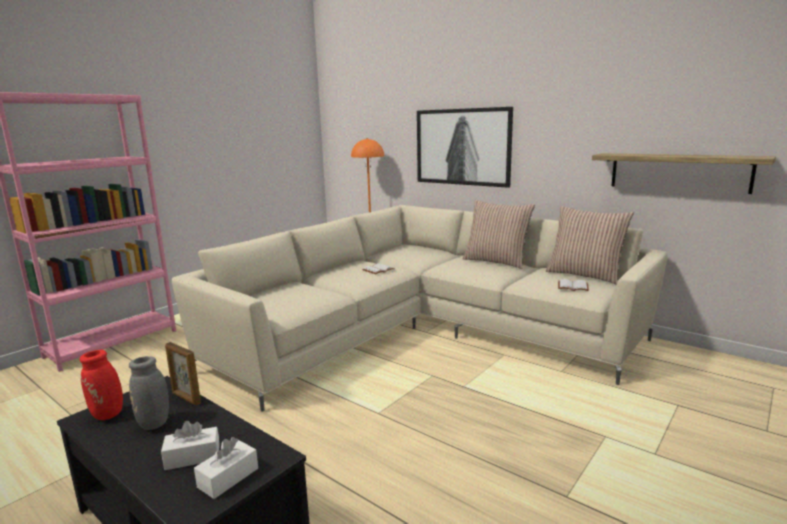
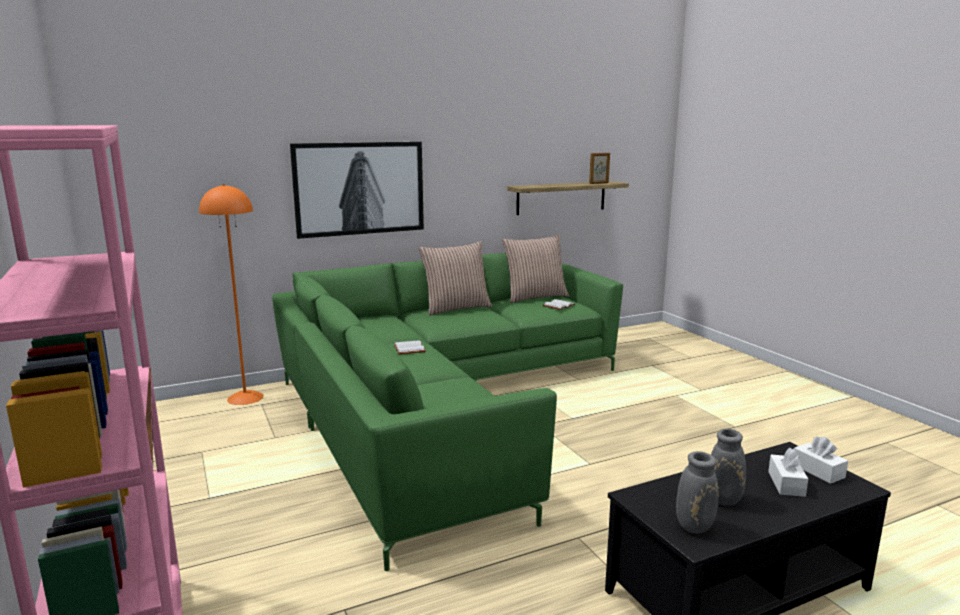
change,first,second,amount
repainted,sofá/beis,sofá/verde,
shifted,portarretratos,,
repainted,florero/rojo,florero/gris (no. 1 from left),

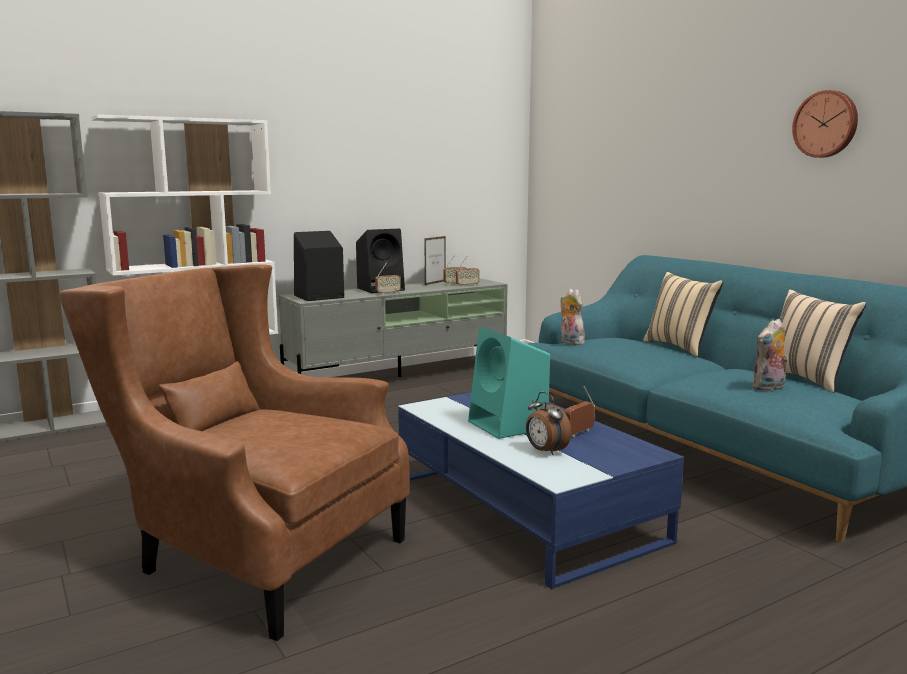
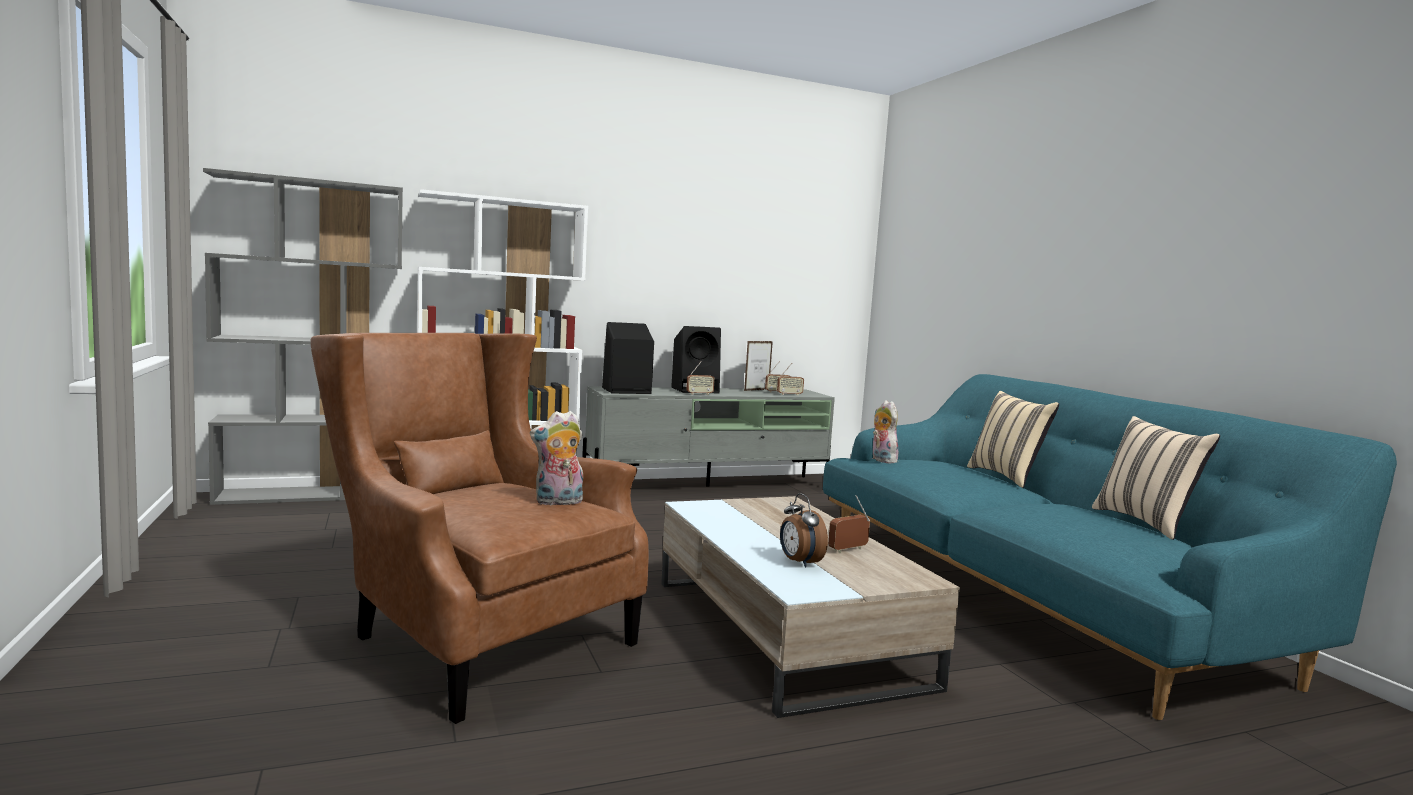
change,first,second,amount
shifted,peluche (no. 2 from left in the first image),peluche (no. 1 from left),
repainted,mesa de centro/azul,mesa de centro/beis,
gone,altavoz/turquesa,,
gone,reloj de pared,,

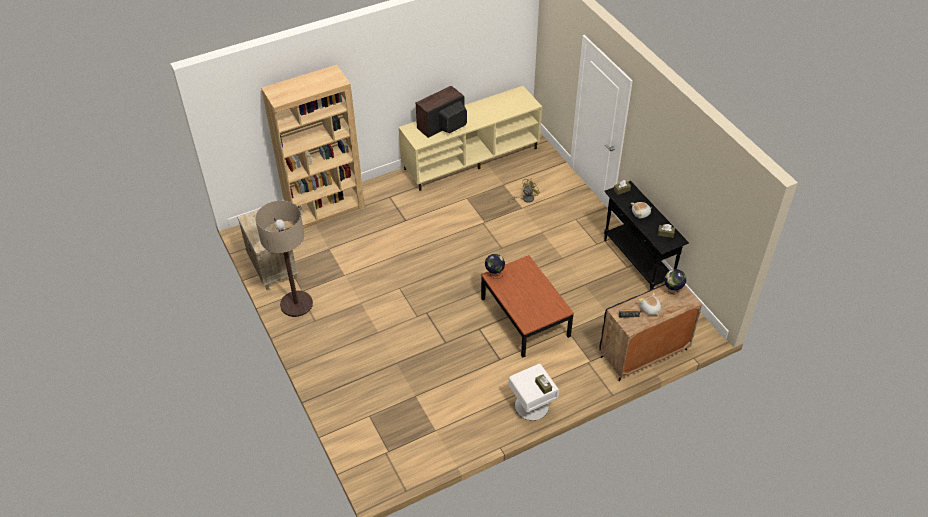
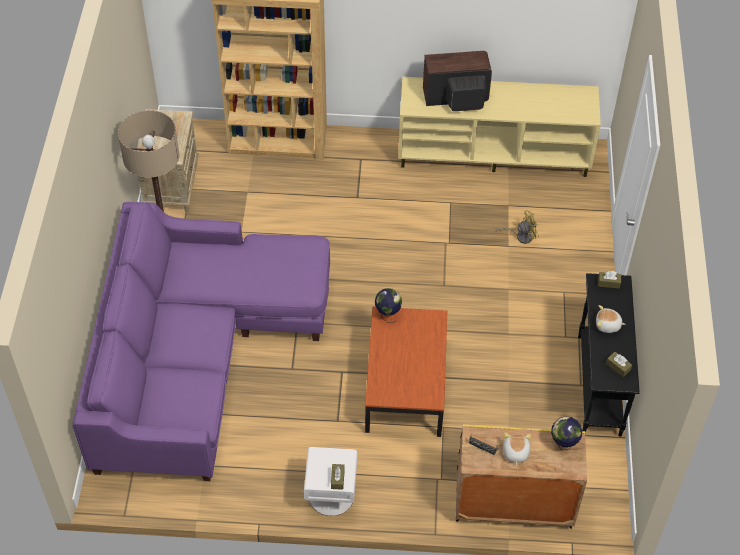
change,first,second,amount
new,,sofá/morado,
repainted,armario/negro,armario/amarillo,

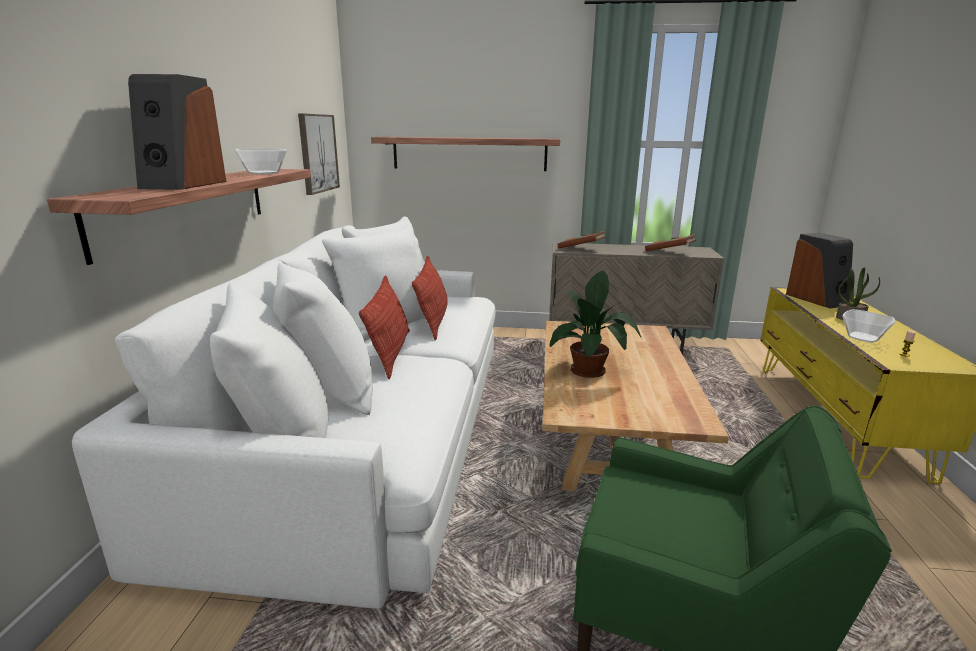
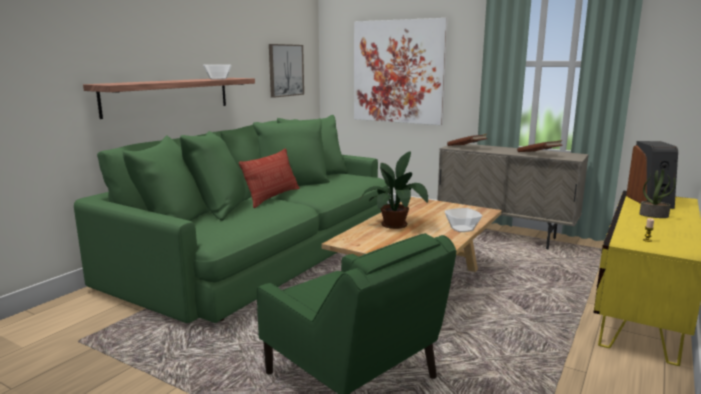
change,first,second,amount
repainted,sofá/blanco,sofá/verde,
swapped,estante (no. 2 from left),cuadro (no. 2 from left),
shifted,cuenco (no. 2 from left),,
gone,altavoz (no. 1 from left),,
gone,cojín (no. 2 from left),,

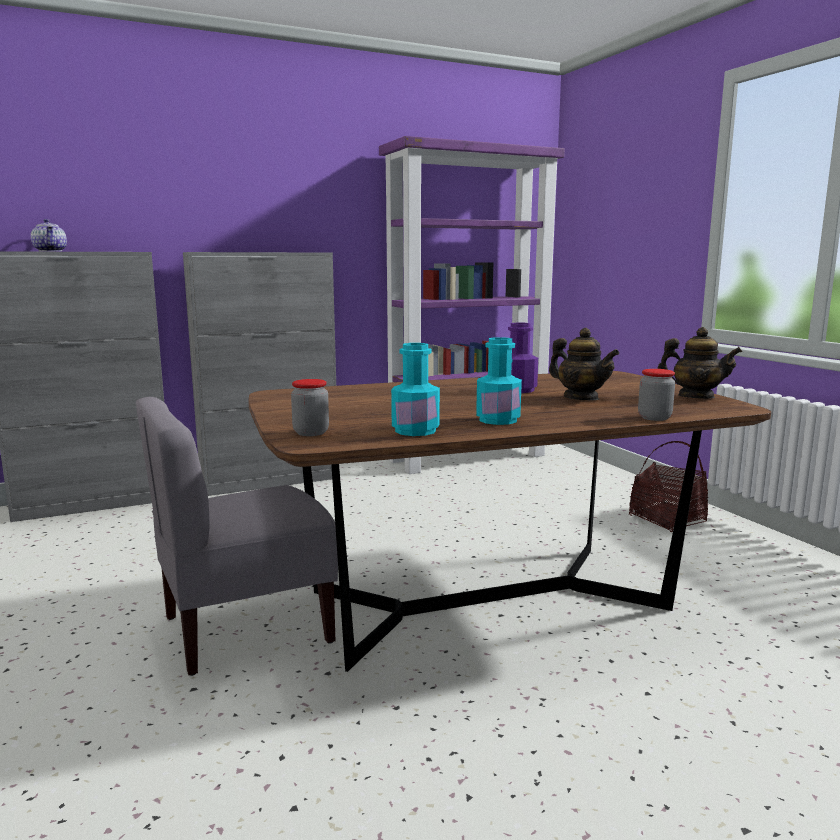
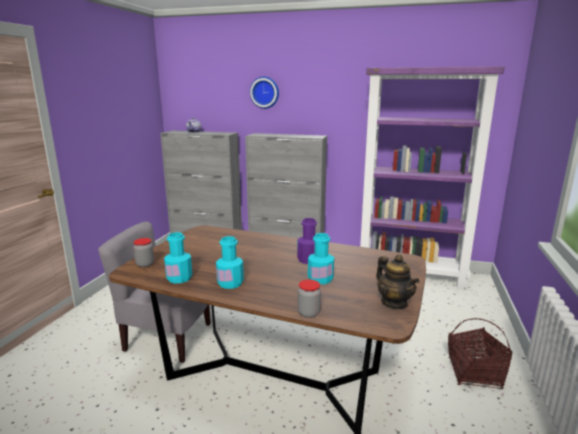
change,first,second,amount
new,,reloj de pared,
swapped,tetera (no. 2 from left),botella/turquesa (no. 3 from left),

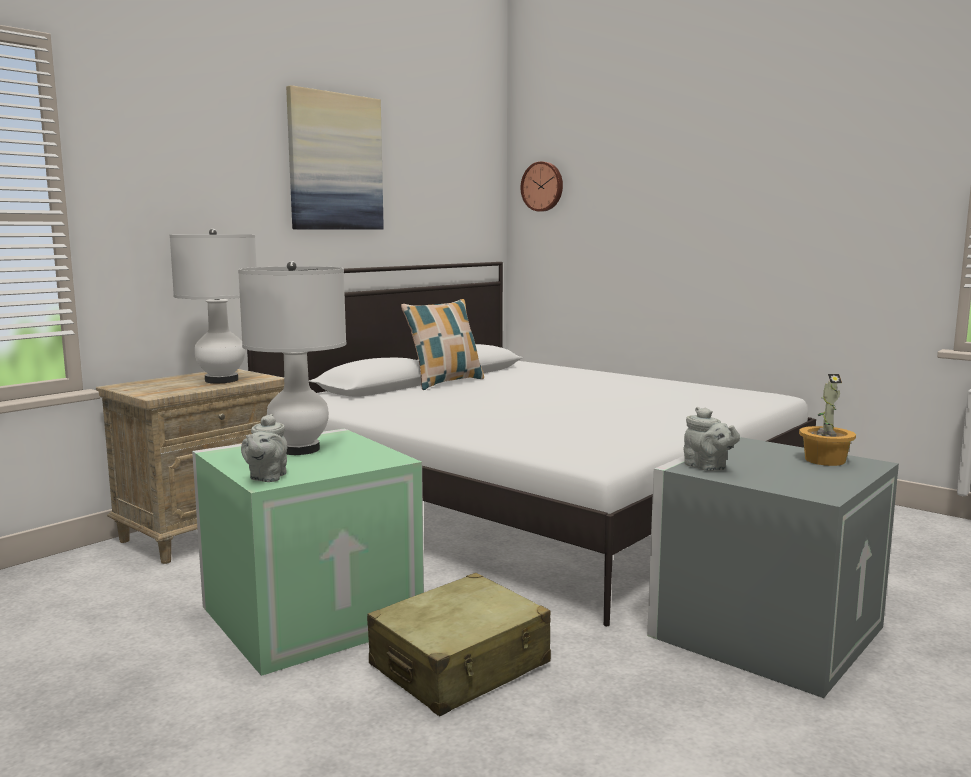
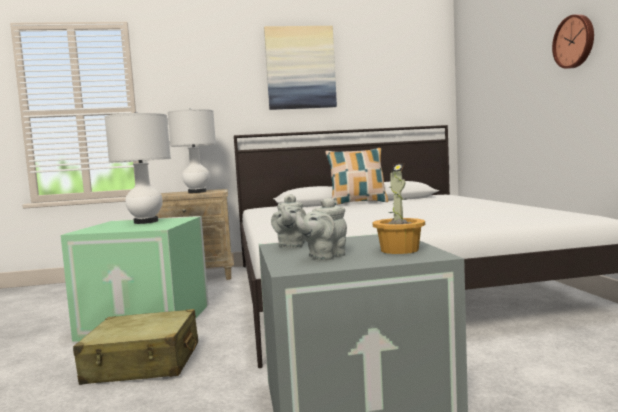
change,first,second,amount
shifted,tetera/gris (no. 1 from left in the first image),tetera/gris (no. 2 from left),
shifted,reloj de pared,,

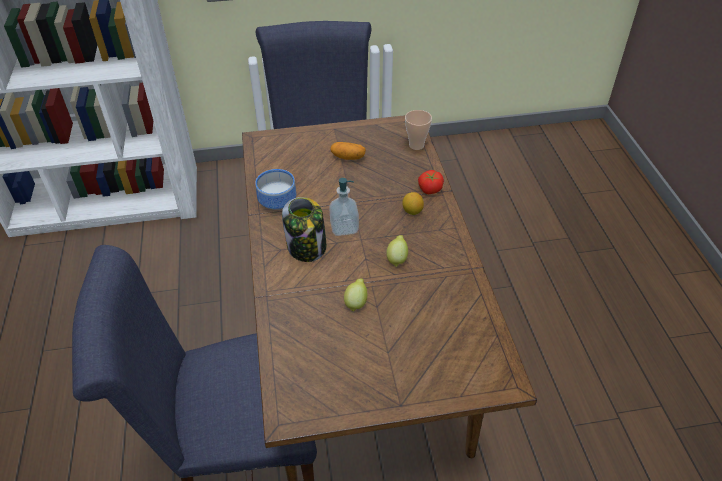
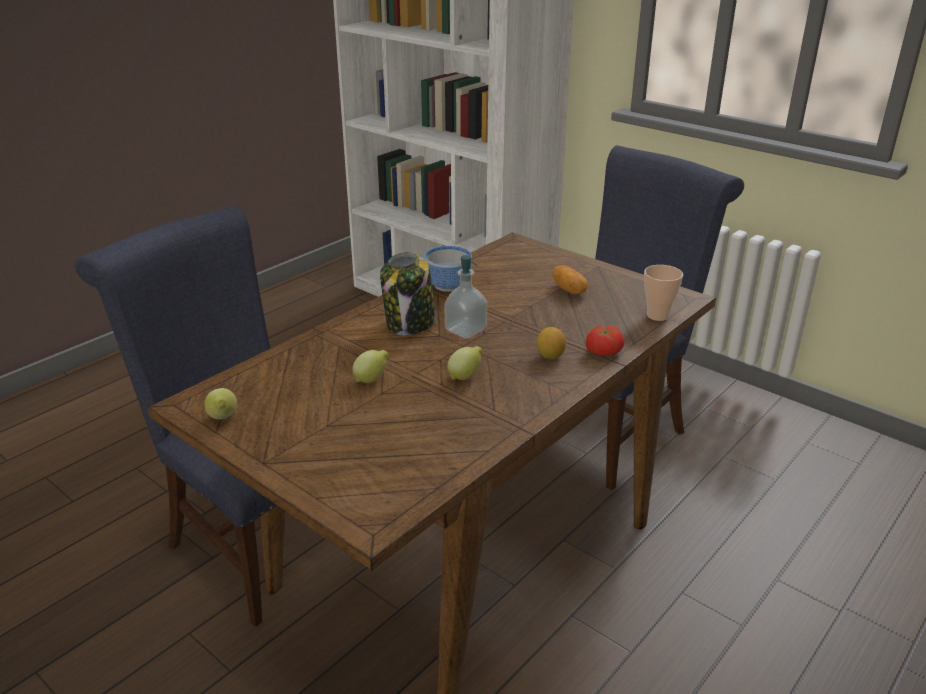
change,first,second,amount
new,,limón (no. 1 from left),

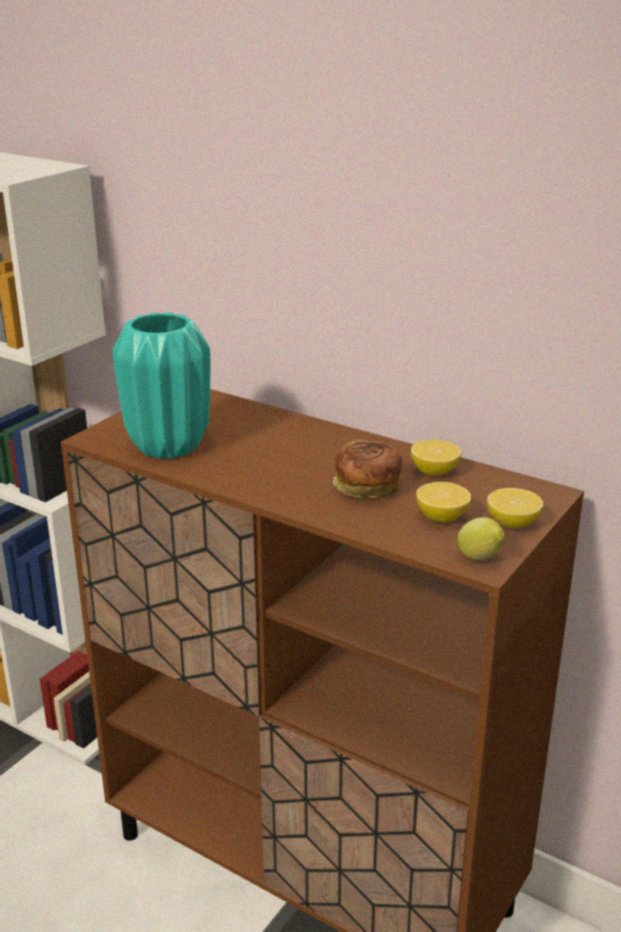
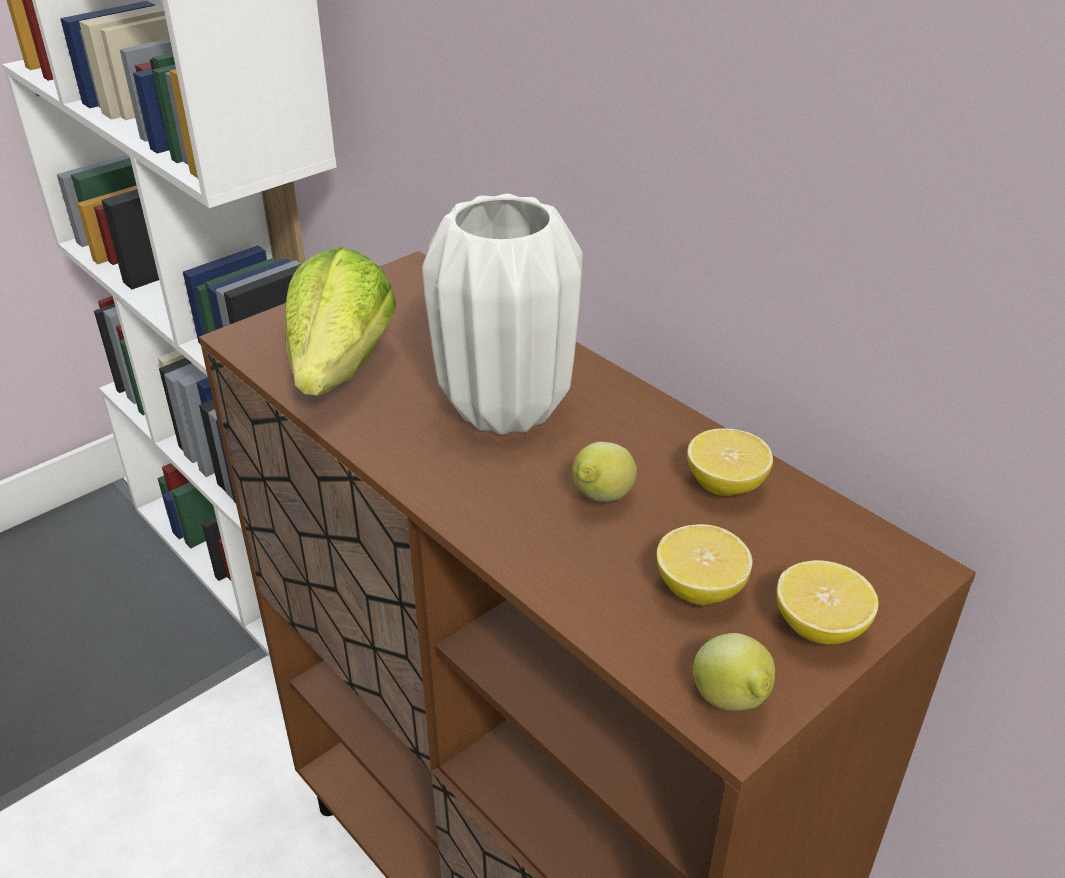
change,first,second,amount
swapped,florero/turquesa,lechuga,
new,,florero/blanco,
swapped,pan,limón (no. 1 from left),

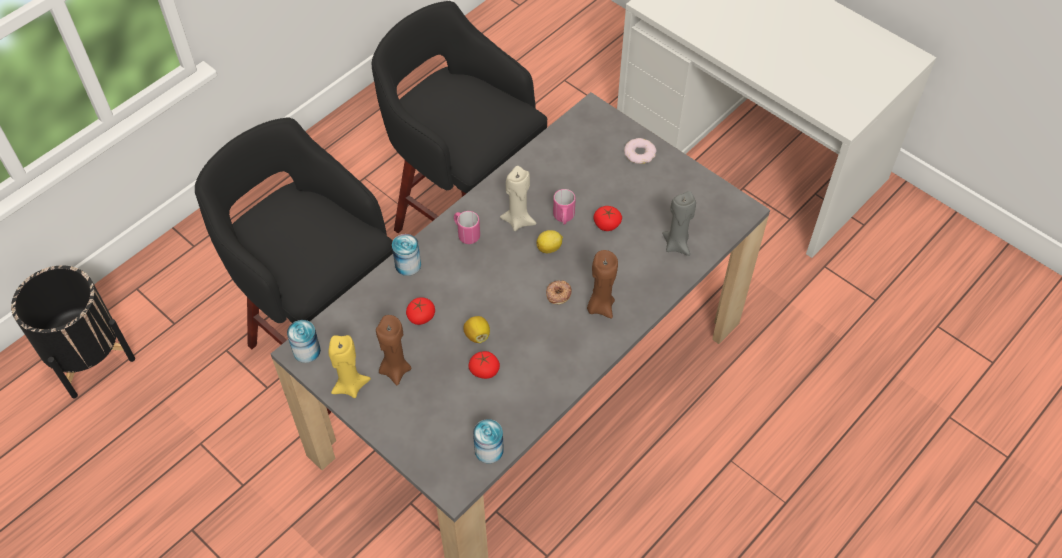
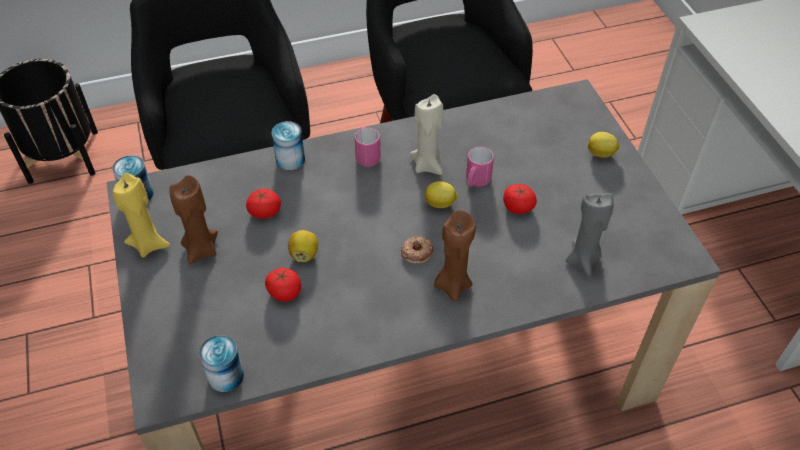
change,first,second,amount
swapped,rosquilla (no. 2 from left),limón (no. 3 from left),

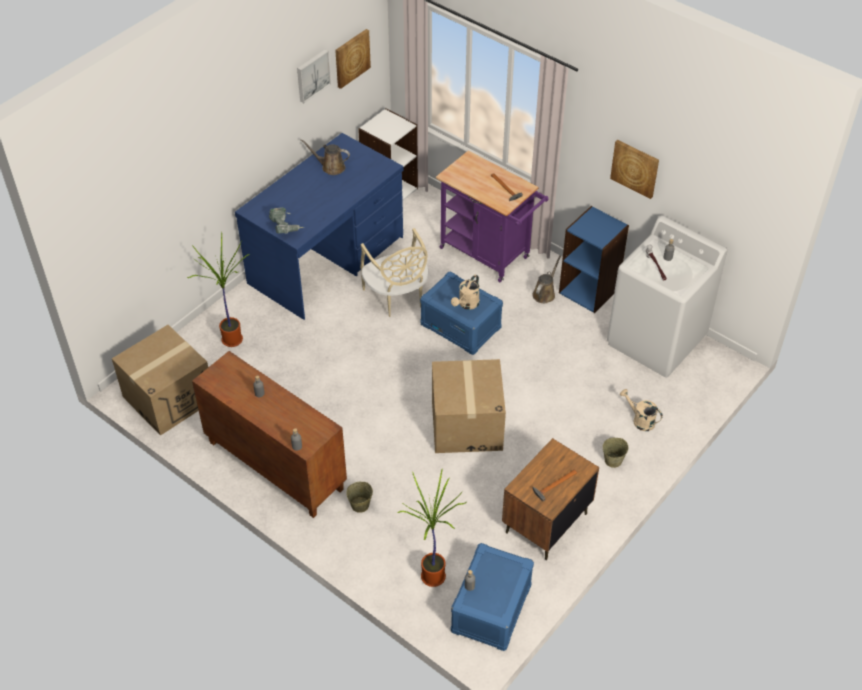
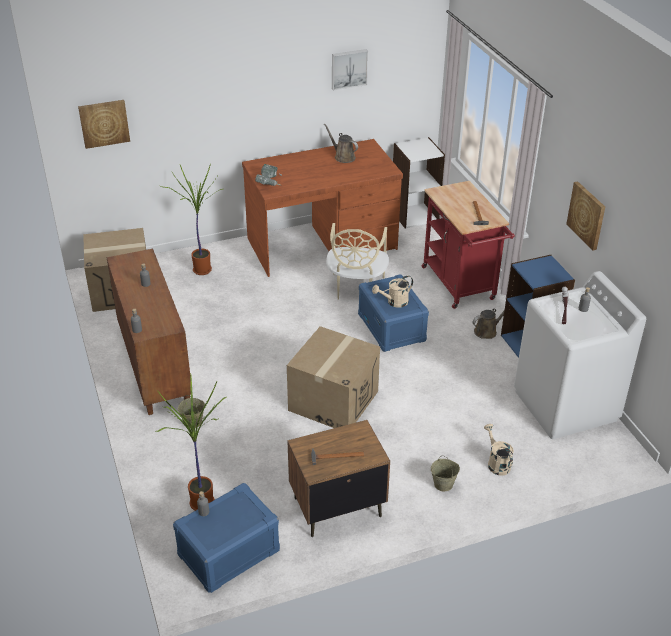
change,first,second,amount
shifted,cuadro (no. 2 from left in the first image),cuadro (no. 1 from left),
repainted,escritorio/azul,escritorio/marrón,
repainted,carrito/morado,carrito/rojo,

